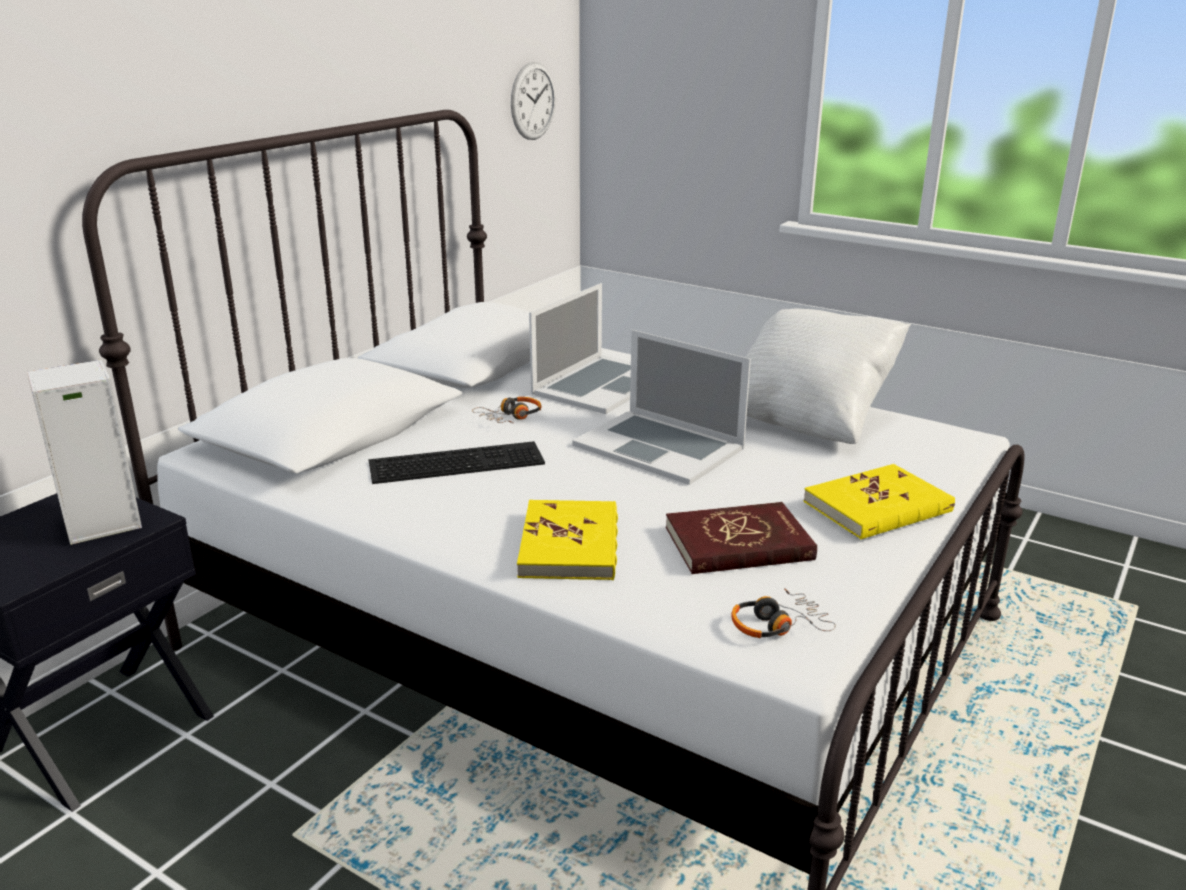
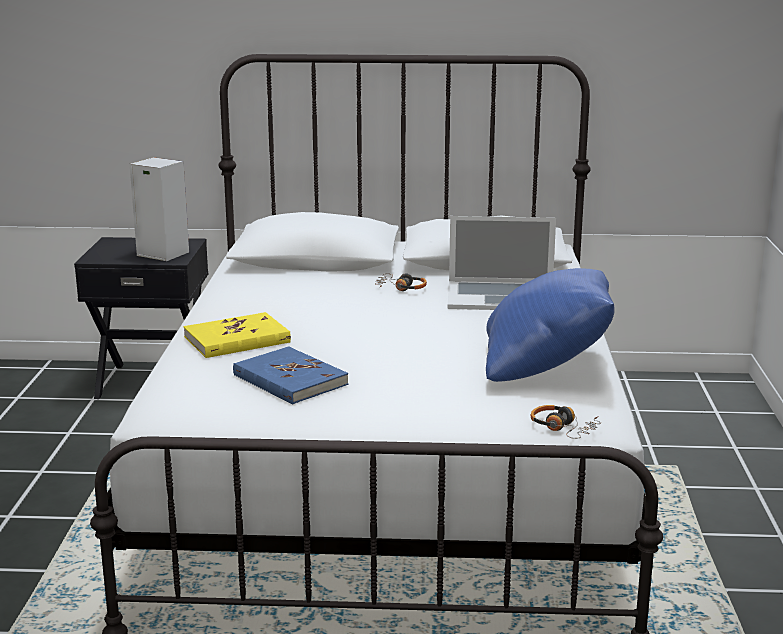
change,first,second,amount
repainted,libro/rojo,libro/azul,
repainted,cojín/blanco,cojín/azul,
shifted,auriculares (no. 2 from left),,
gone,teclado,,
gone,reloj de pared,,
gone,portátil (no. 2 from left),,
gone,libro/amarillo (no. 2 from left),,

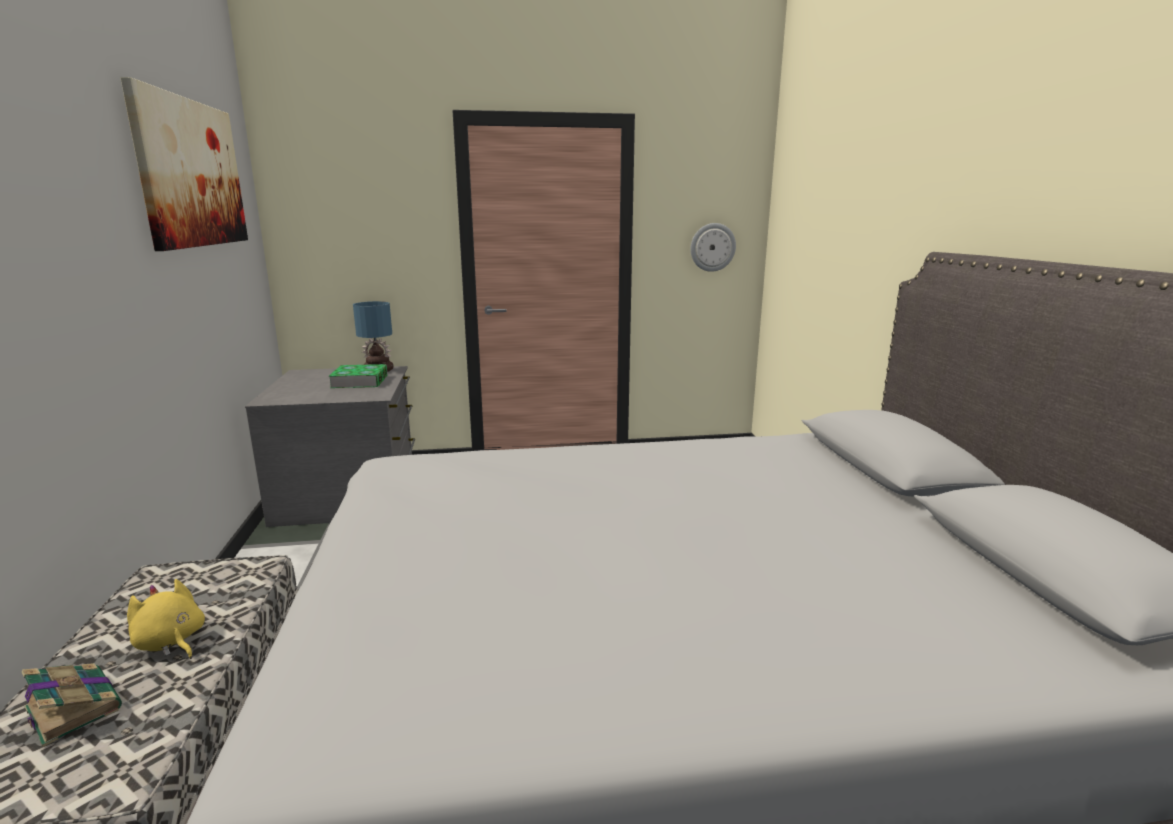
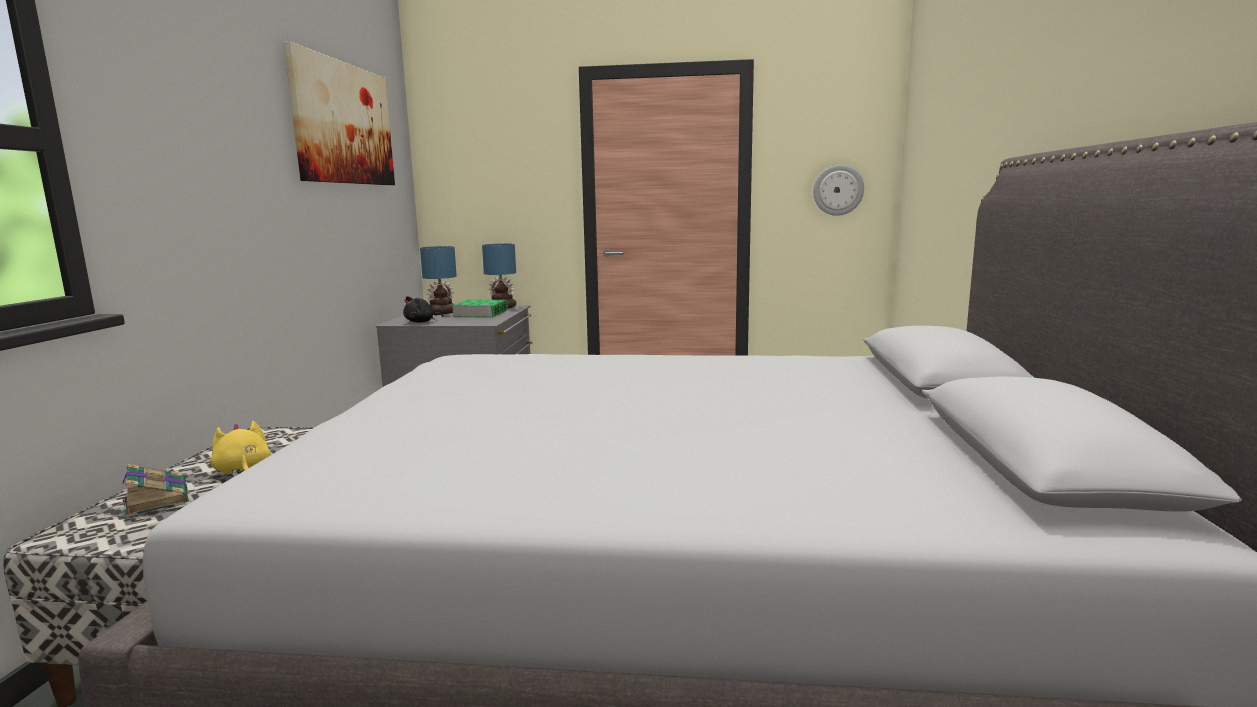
change,first,second,amount
new,,peluche/negro,
new,,lámpara de mesa (no. 1 from left),

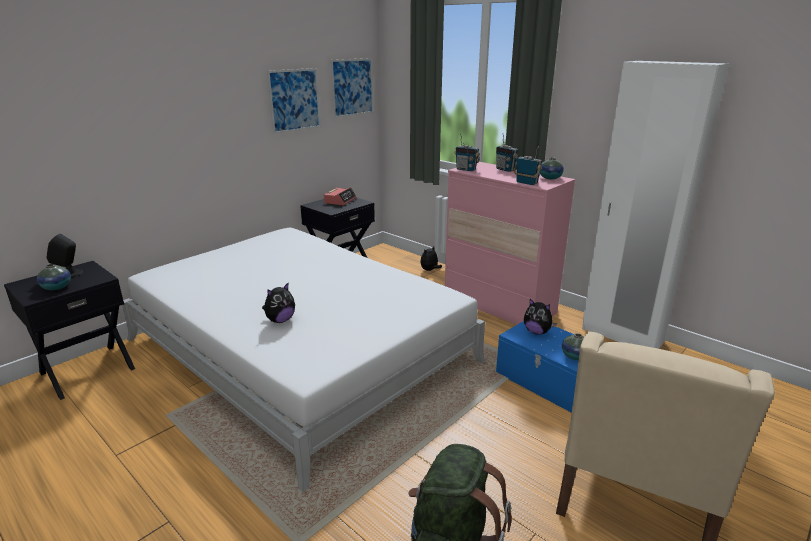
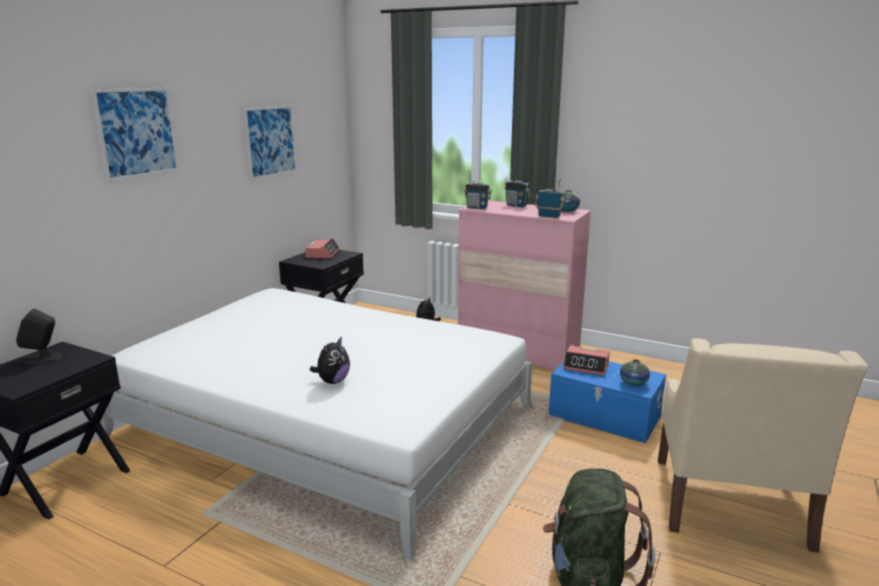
change,first,second,amount
shifted,cuadro (no. 2 from left in the first image),cuadro (no. 1 from left),
swapped,peluche (no. 3 from left),despertador (no. 2 from left),
gone,florero (no. 1 from left),,
gone,armario ropero/blanco,,

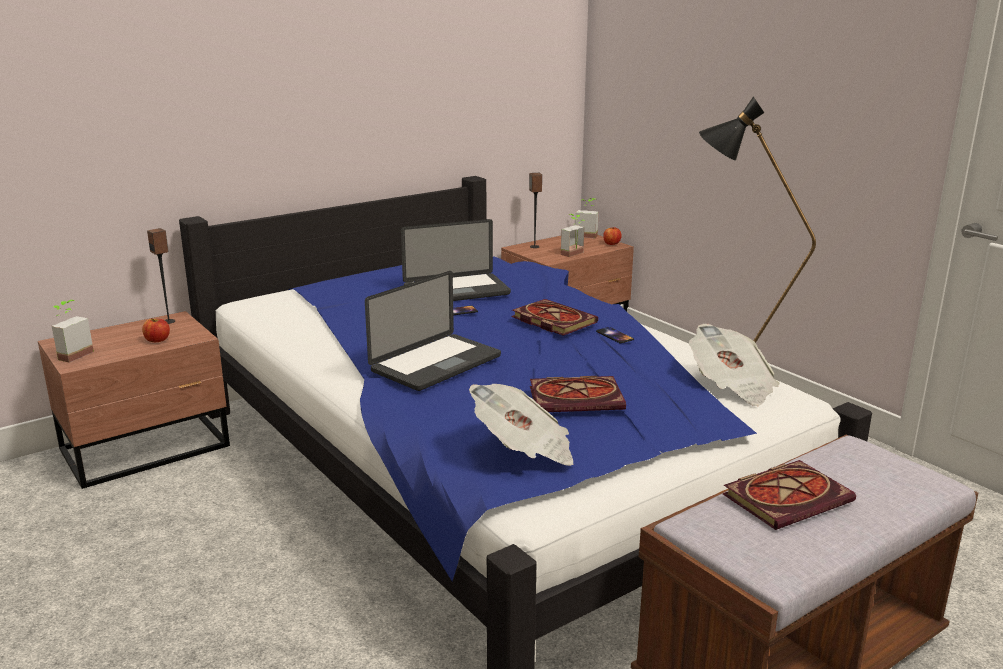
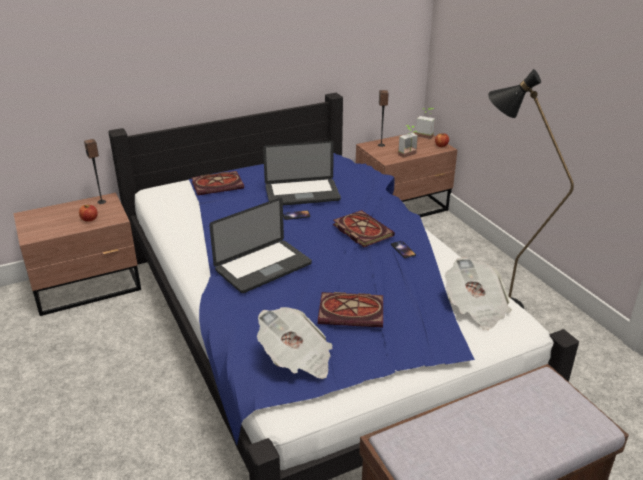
change,first,second,amount
shifted,libro (no. 3 from left in the first image),libro (no. 1 from left),
gone,planta en maceta (no. 1 from left),,

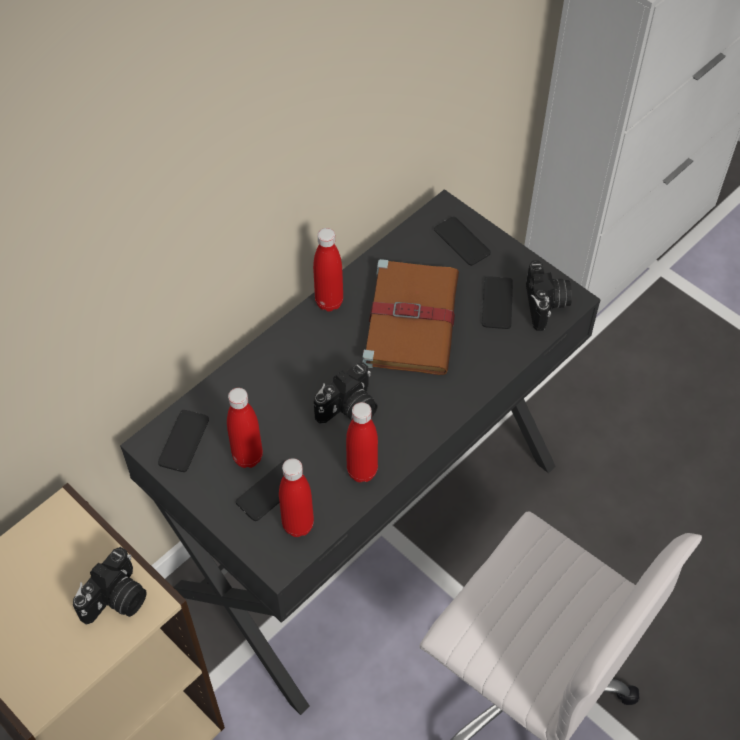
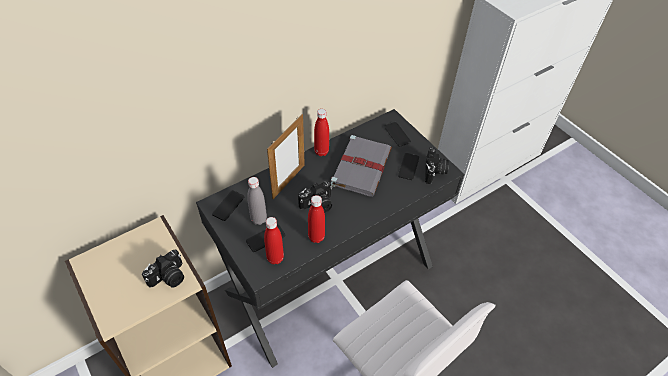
change,first,second,amount
repainted,botella/rojo (no. 1 from left),botella/gris,
new,,portarretratos,
repainted,libro/marrón,libro/gris,

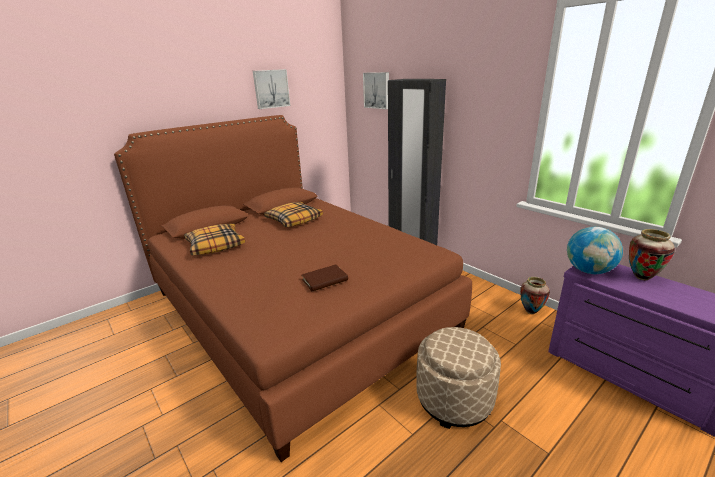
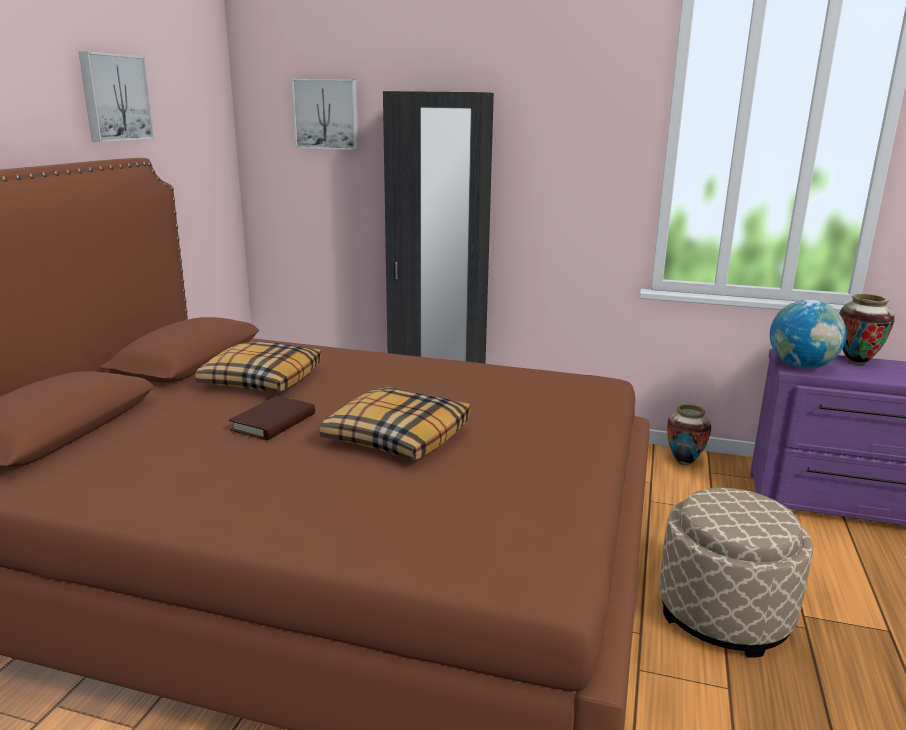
change,first,second,amount
shifted,libro/marrón,,
shifted,cojín (no. 1 from left in the first image),cojín (no. 2 from left),

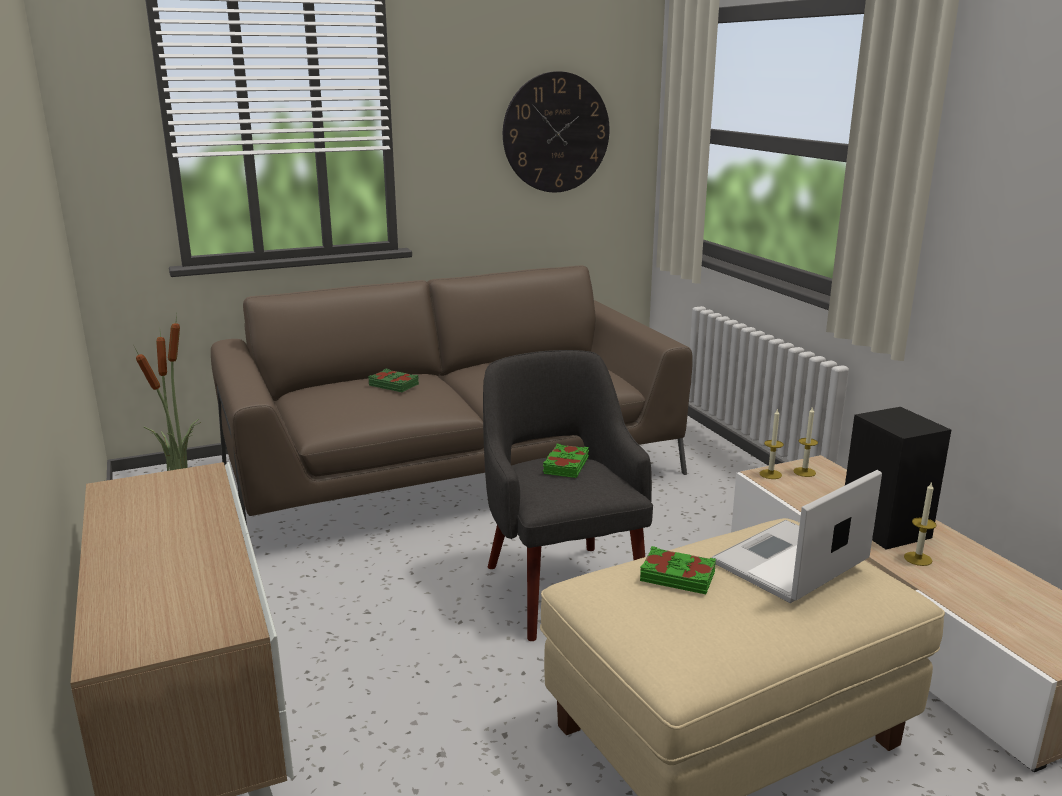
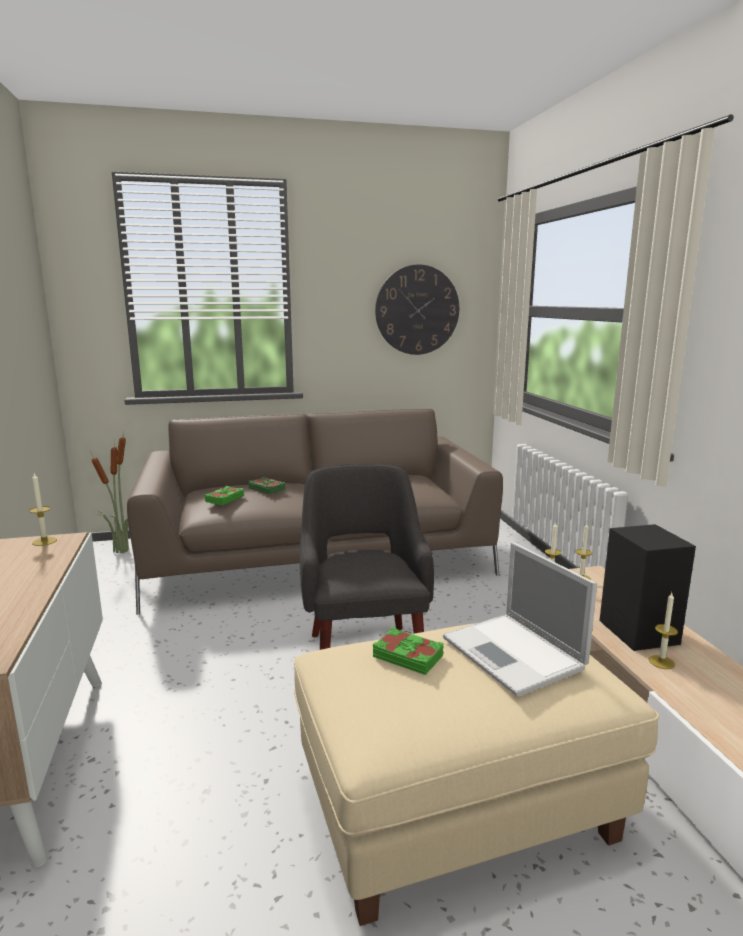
change,first,second,amount
new,,vela (no. 1 from left),
shifted,libro/verde (no. 2 from left in the first image),libro/verde (no. 1 from left),
rotated,portátil,,90 degrees counterclockwise

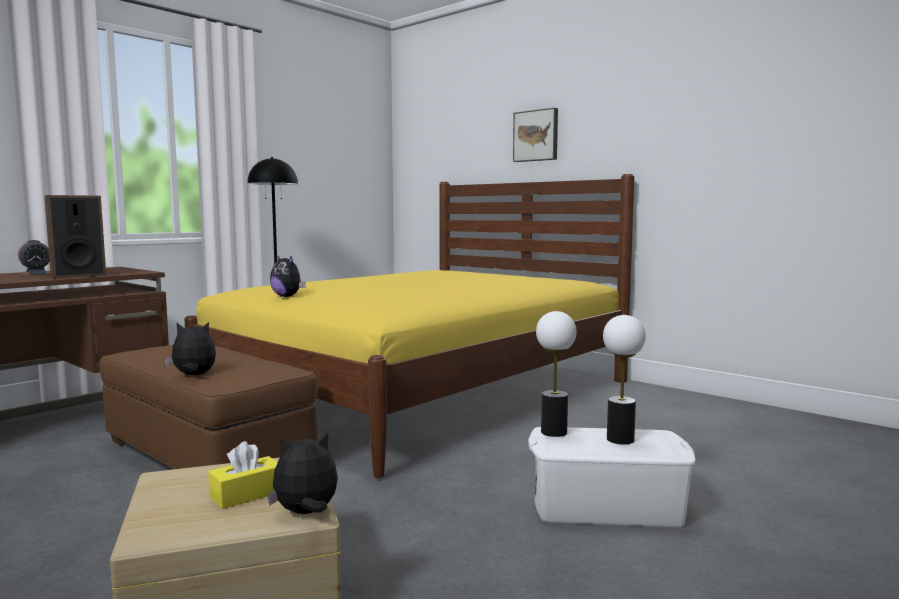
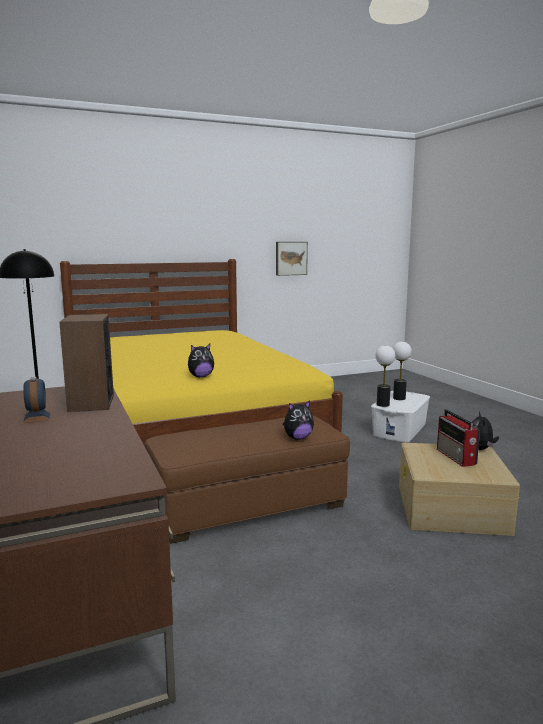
change,first,second,amount
shifted,cuadro,,
rotated,peluche (no. 1 from left in the first image),peluche (no. 2 from left),135 degrees counterclockwise
swapped,caja de pañuelos/amarillo,radio,

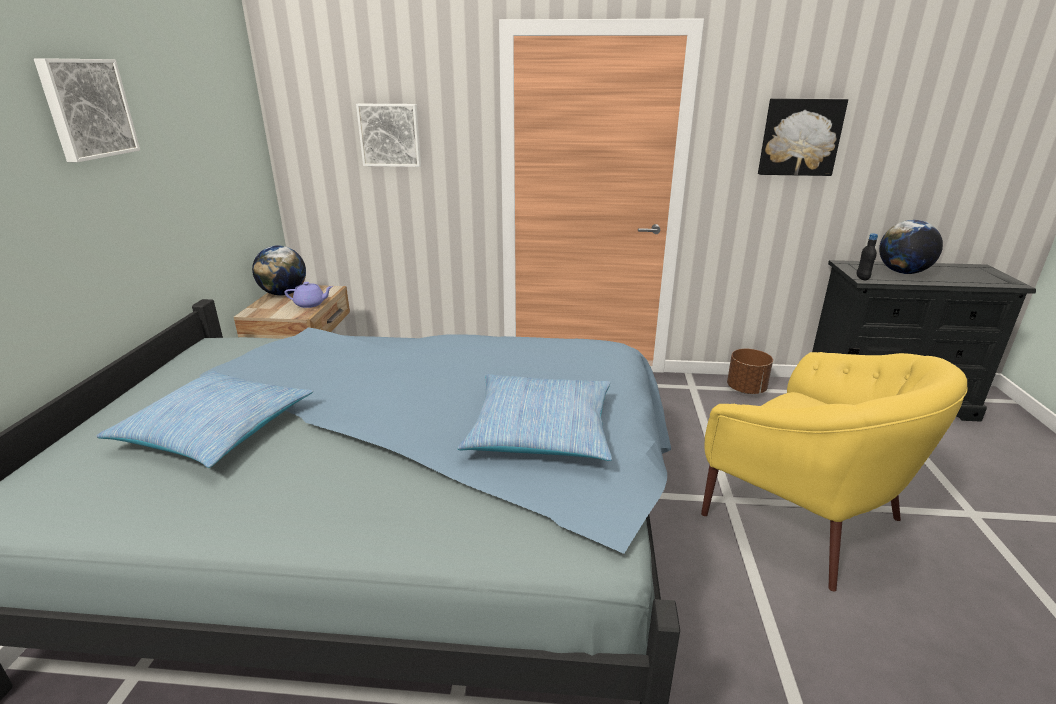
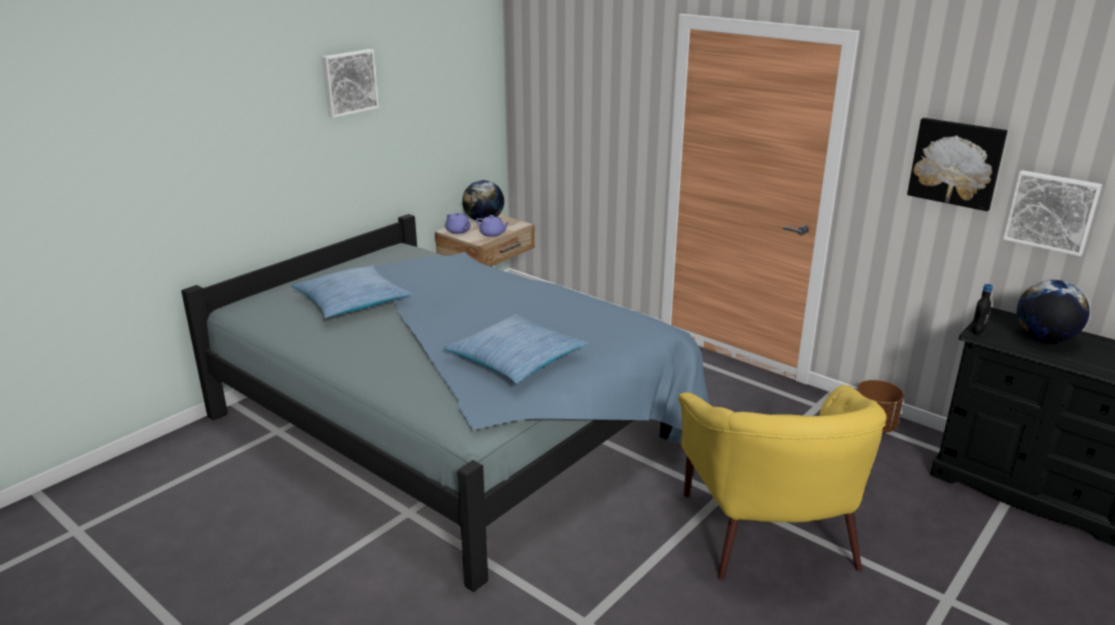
change,first,second,amount
new,,tetera/morado (no. 1 from left),
shifted,cuadro (no. 2 from left in the first image),cuadro (no. 3 from left),

